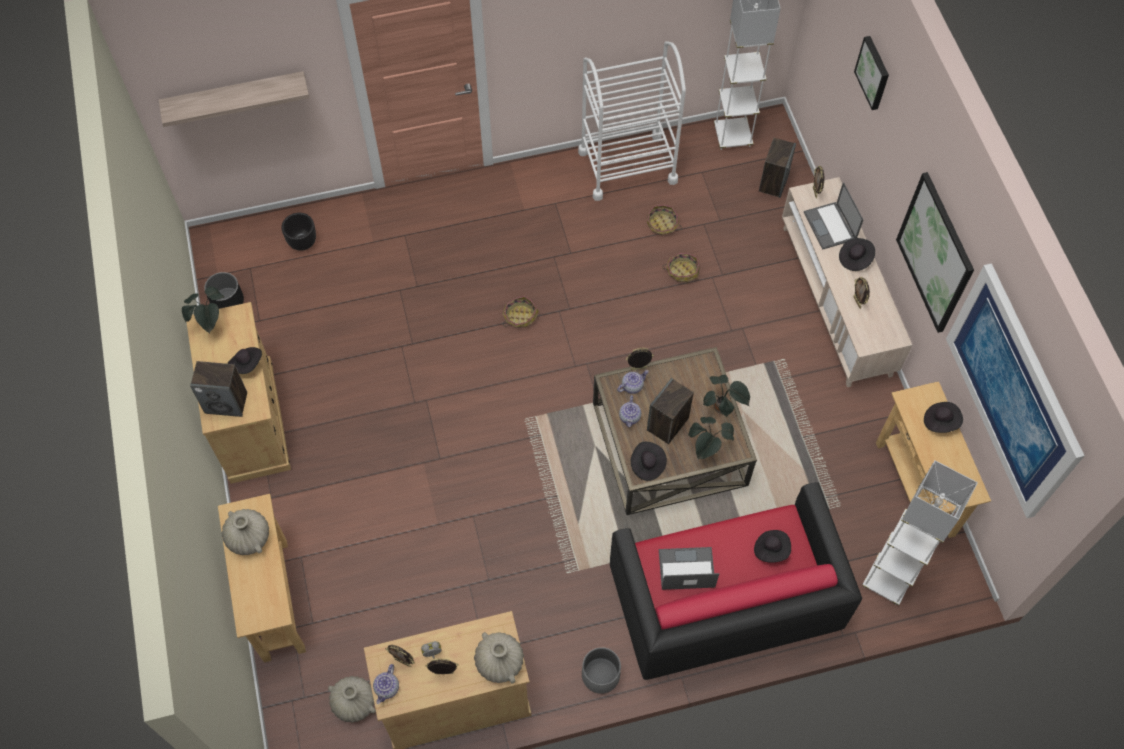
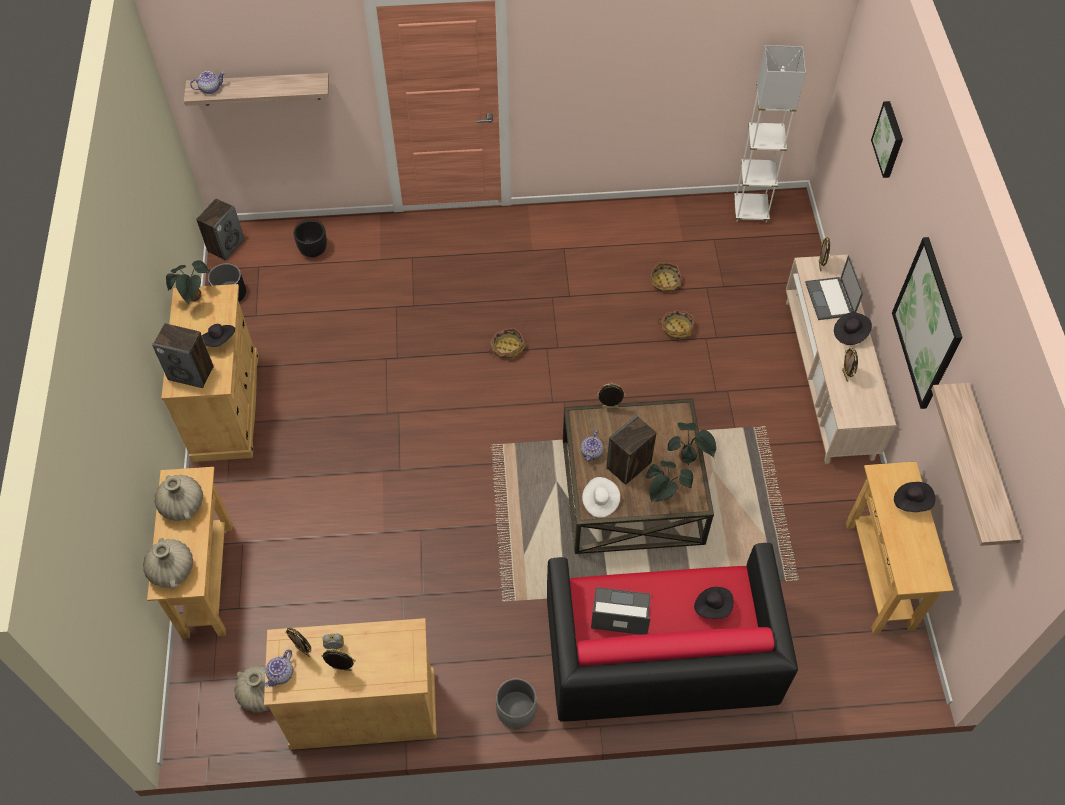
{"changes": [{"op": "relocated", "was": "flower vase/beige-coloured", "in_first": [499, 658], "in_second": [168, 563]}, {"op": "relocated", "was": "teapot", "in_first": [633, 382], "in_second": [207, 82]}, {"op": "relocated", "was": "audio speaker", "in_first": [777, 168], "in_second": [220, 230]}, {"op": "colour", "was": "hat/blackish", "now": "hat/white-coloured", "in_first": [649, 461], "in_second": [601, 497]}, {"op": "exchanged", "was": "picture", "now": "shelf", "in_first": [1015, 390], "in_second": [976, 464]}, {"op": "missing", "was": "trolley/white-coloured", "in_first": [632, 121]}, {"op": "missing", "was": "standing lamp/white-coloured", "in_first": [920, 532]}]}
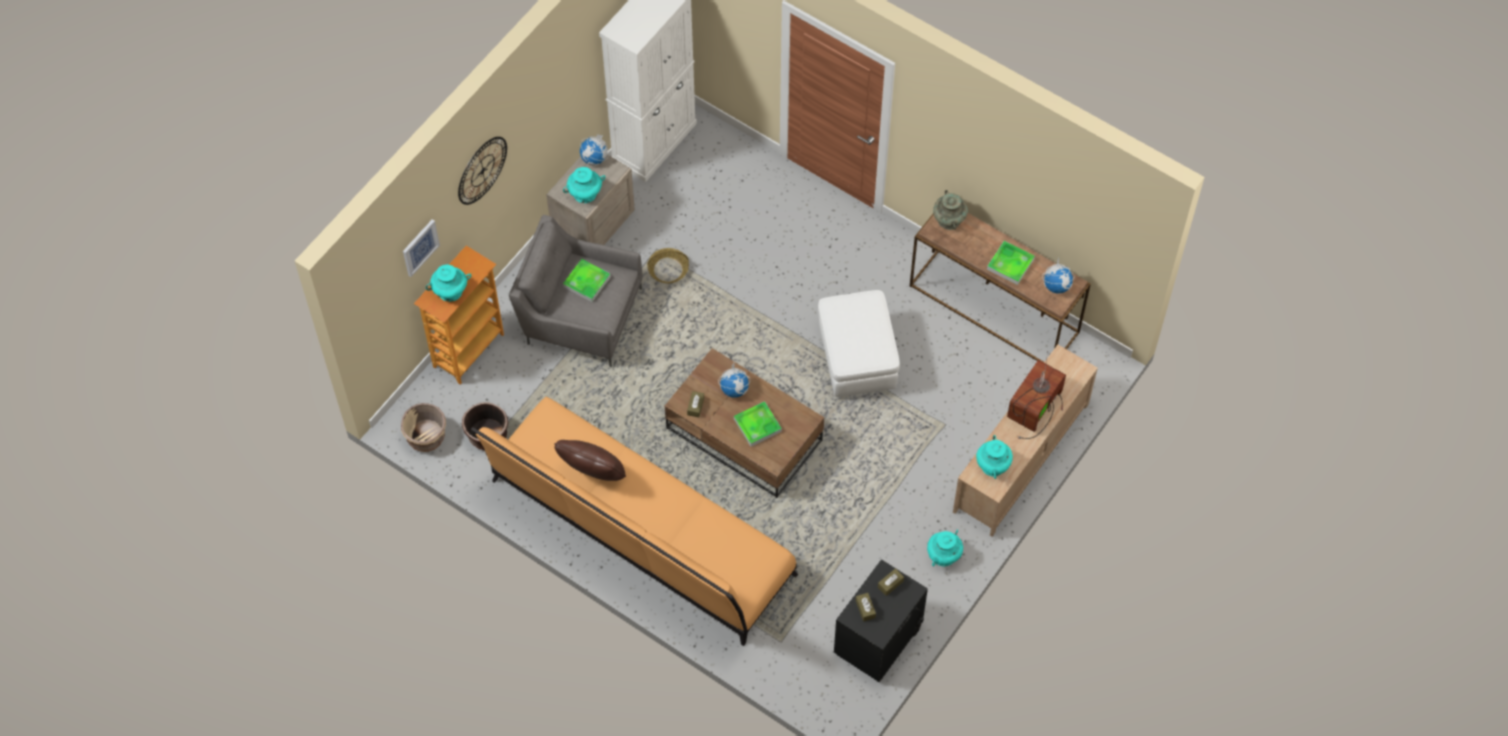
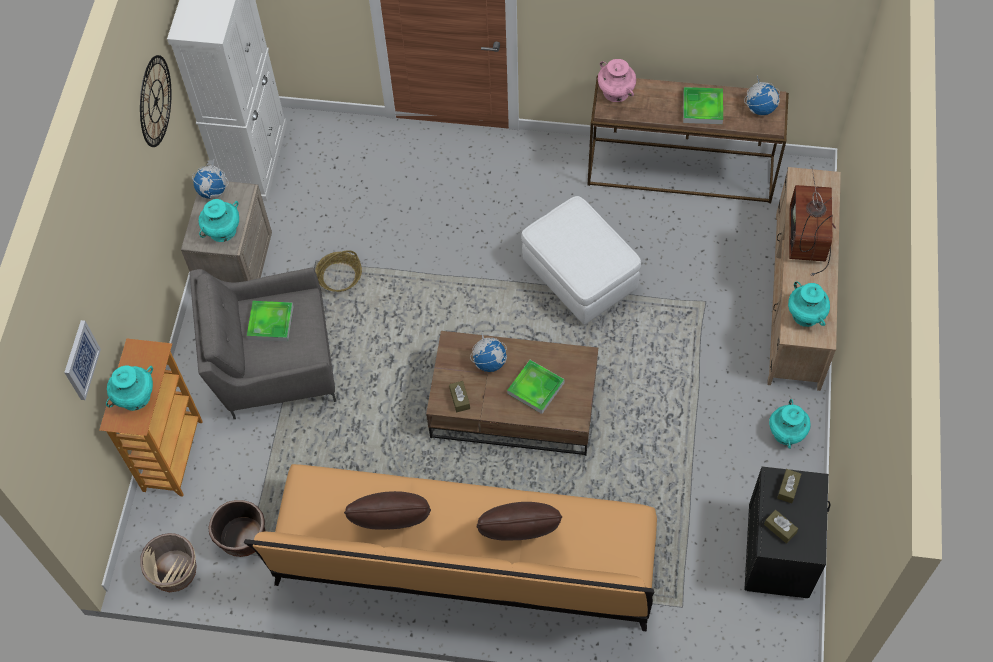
{"changes": [{"op": "relocated", "was": "wall clock", "in_first": [482, 171], "in_second": [155, 101]}, {"op": "appeared", "now": "throw pillow/brownish", "in_second": [519, 521]}, {"op": "colour", "was": "flower vase/turquoise", "now": "flower vase/pink-coloured", "in_first": [950, 210], "in_second": [617, 80]}]}
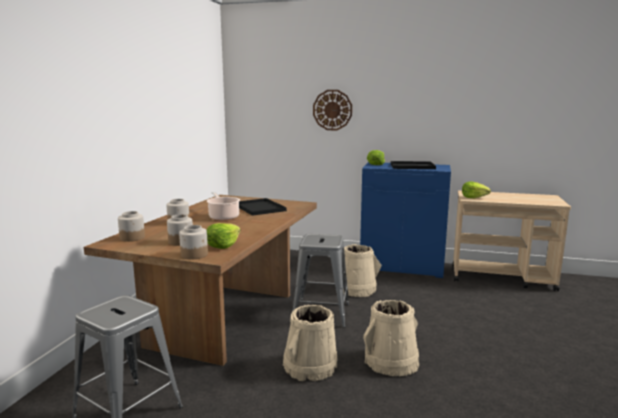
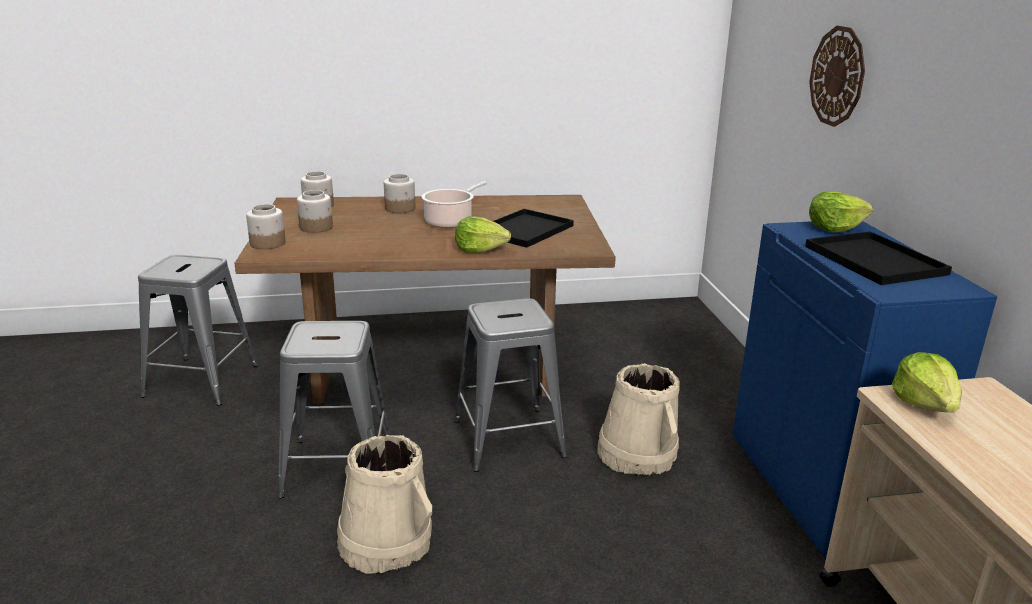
{"changes": [{"op": "exchanged", "was": "bucket/beige-coloured", "now": "stool seat/gray", "in_first": [310, 343], "in_second": [334, 410]}, {"op": "relocated", "was": "head of lettuce", "in_first": [224, 236], "in_second": [483, 234]}]}
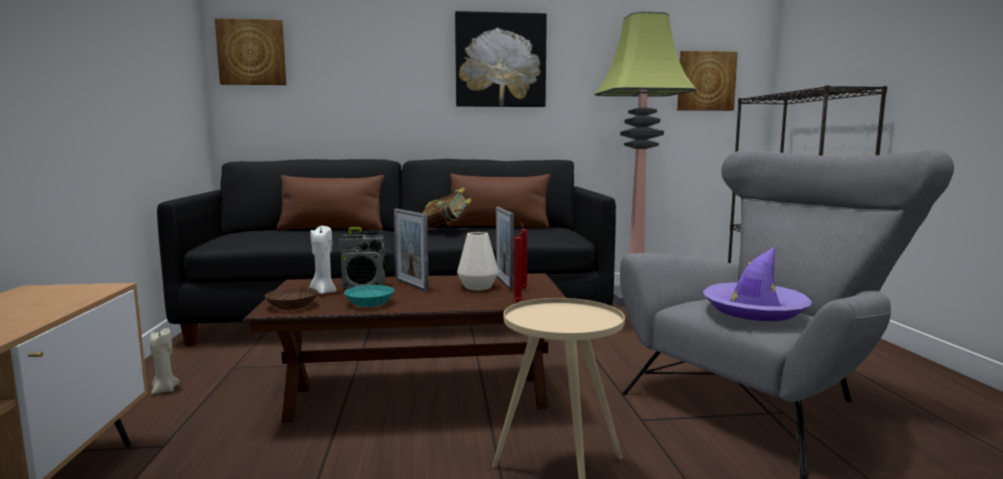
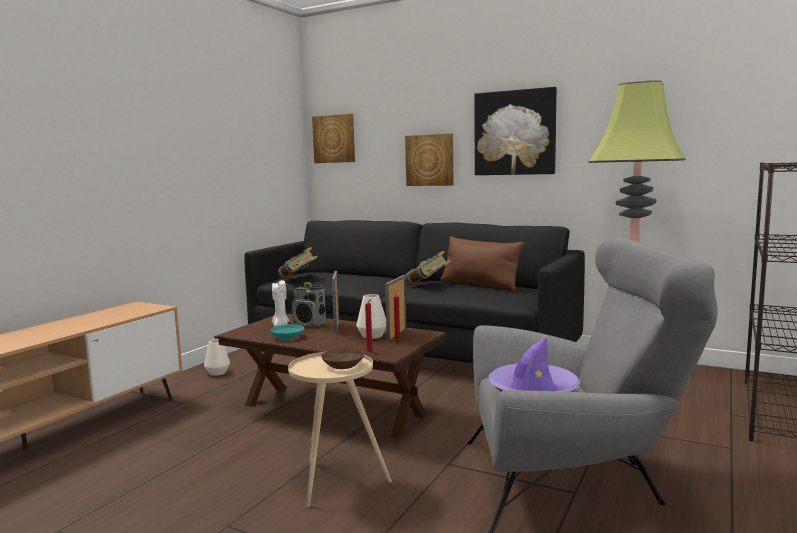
{"changes": [{"op": "exchanged", "was": "wax light/beige-coloured", "now": "flower vase/white-coloured", "in_first": [164, 361], "in_second": [217, 357]}, {"op": "appeared", "now": "volume", "in_second": [297, 263]}, {"op": "relocated", "was": "serving bowl/brownish", "in_first": [291, 298], "in_second": [342, 358]}, {"op": "relocated", "was": "picture", "in_first": [707, 81], "in_second": [429, 159]}, {"op": "missing", "was": "throw pillow/brownish", "in_first": [330, 202]}]}
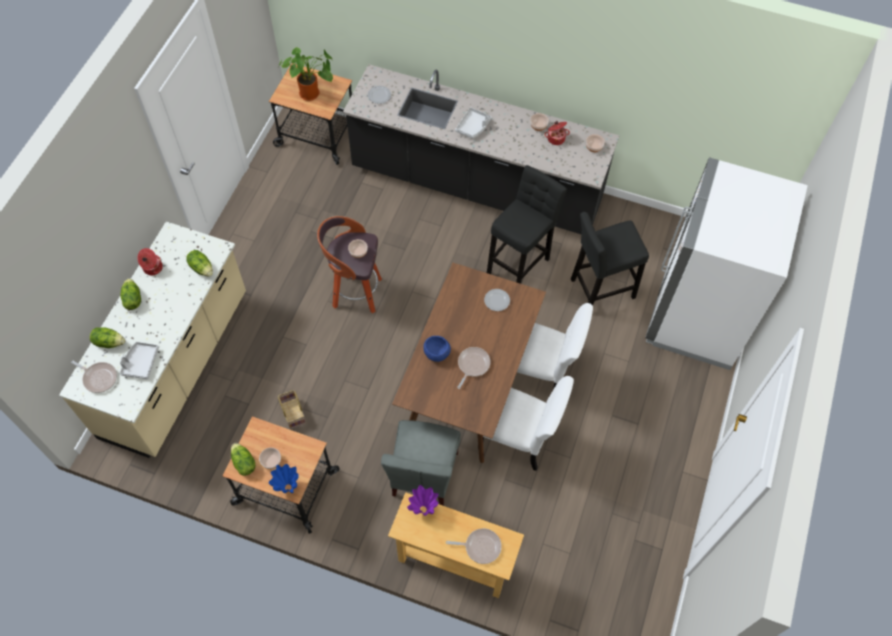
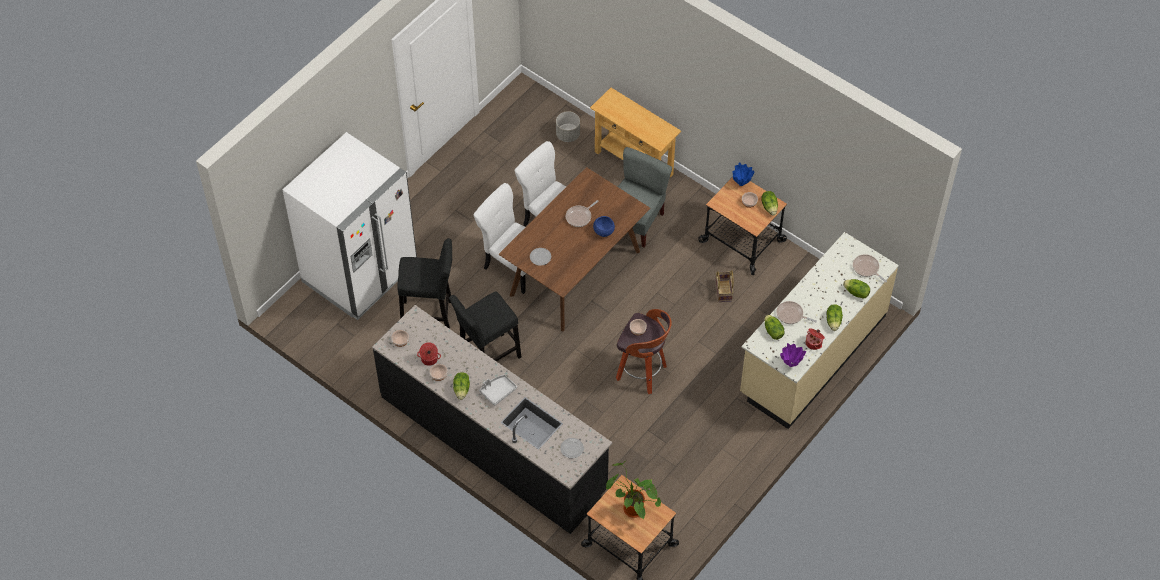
{"changes": [{"op": "appeared", "now": "head of lettuce", "in_second": [461, 386]}, {"op": "appeared", "now": "flower pot/gray", "in_second": [568, 126]}, {"op": "relocated", "was": "skillet", "in_first": [474, 546], "in_second": [796, 312]}, {"op": "relocated", "was": "flower vase/purple-coloured", "in_first": [422, 500], "in_second": [793, 355]}, {"op": "missing", "was": "carrying tray/gray", "in_first": [139, 360]}]}
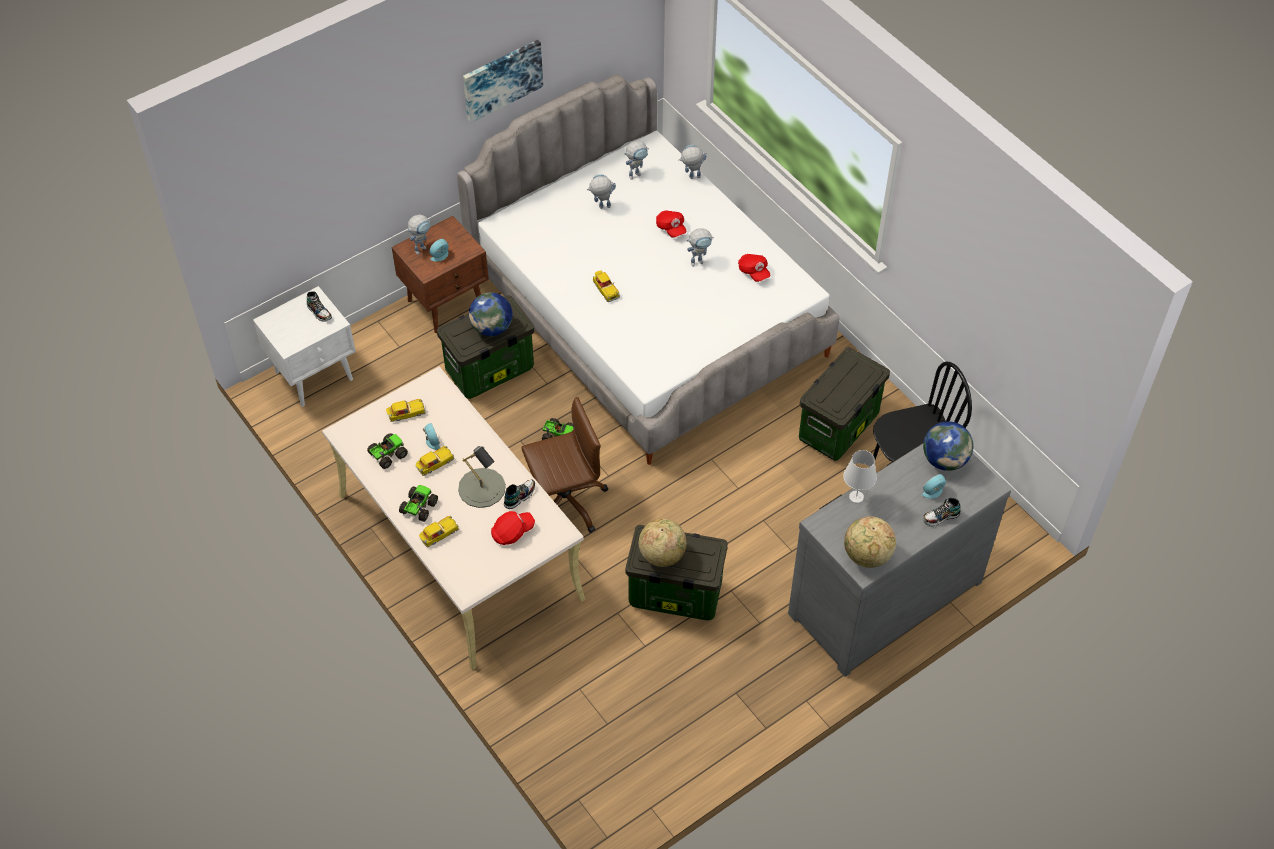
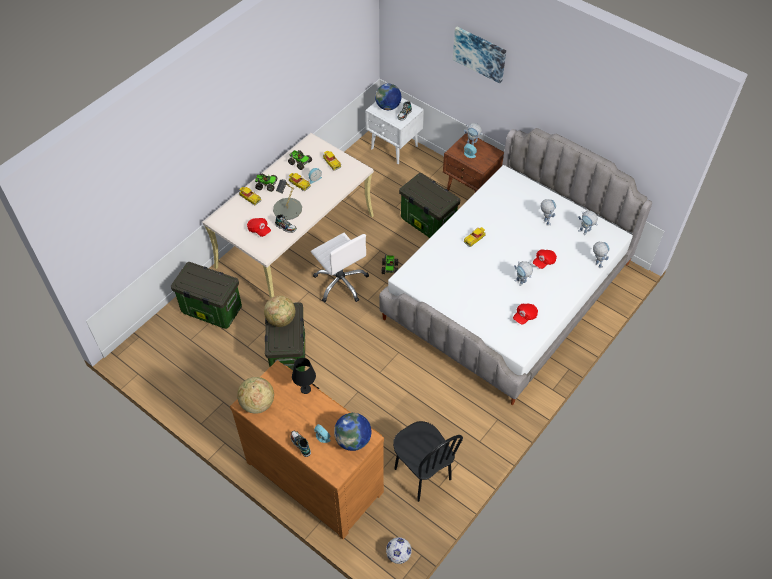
{"changes": [{"op": "relocated", "was": "storage box", "in_first": [844, 404], "in_second": [206, 295]}, {"op": "colour", "was": "dresser/gray", "now": "dresser/brownish", "in_first": [899, 560], "in_second": [307, 449]}, {"op": "colour", "was": "tabletop lamp/white-coloured", "now": "tabletop lamp/blackish", "in_first": [860, 476], "in_second": [304, 376]}, {"op": "colour", "was": "office chair/brownish", "now": "office chair/white-coloured", "in_first": [564, 465], "in_second": [340, 267]}, {"op": "relocated", "was": "desk globe", "in_first": [491, 314], "in_second": [388, 97]}, {"op": "appeared", "now": "football", "in_second": [398, 550]}, {"op": "relocated", "was": "picture", "in_first": [503, 81], "in_second": [479, 55]}]}
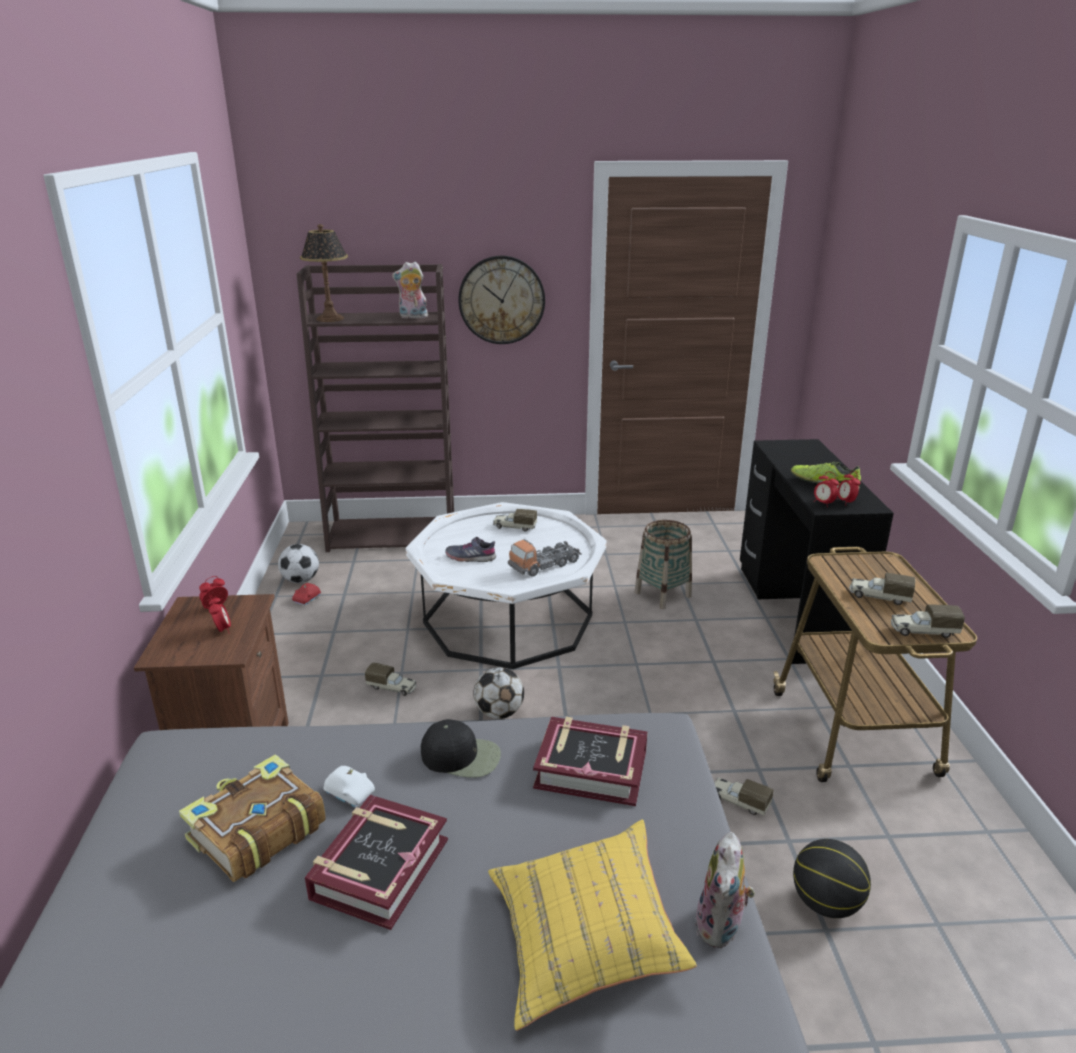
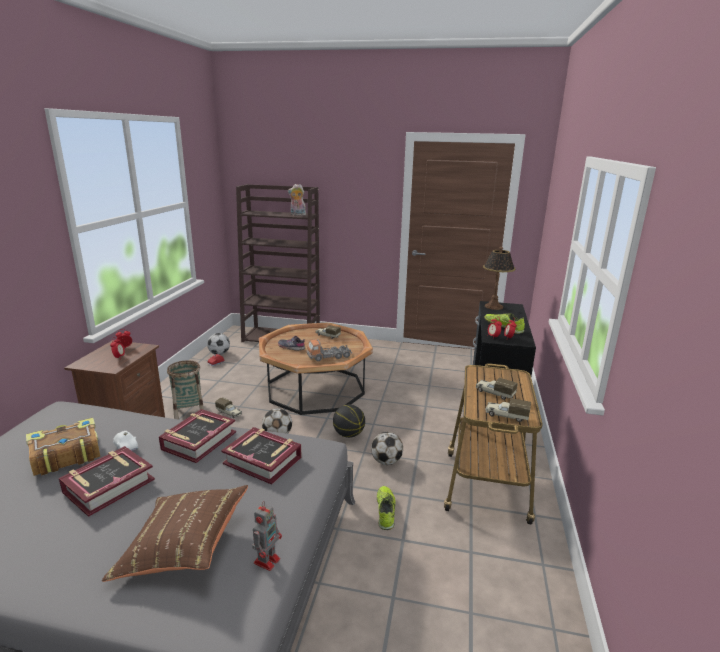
{"changes": [{"op": "colour", "was": "throw pillow/yellowish", "now": "throw pillow/brownish", "in_first": [592, 925], "in_second": [175, 533]}, {"op": "exchanged", "was": "baseball cap/blackish", "now": "volume", "in_first": [461, 748], "in_second": [197, 436]}, {"op": "relocated", "was": "basket", "in_first": [663, 564], "in_second": [185, 390]}, {"op": "exchanged", "was": "cuddly toy", "now": "model robot", "in_first": [725, 890], "in_second": [267, 536]}, {"op": "colour", "was": "lounge table/white-coloured", "now": "lounge table/brownish", "in_first": [506, 585], "in_second": [316, 369]}, {"op": "relocated", "was": "ball for basketball", "in_first": [832, 878], "in_second": [349, 421]}, {"op": "appeared", "now": "football", "in_second": [387, 448]}, {"op": "exchanged", "was": "model truck", "now": "item of footwear", "in_first": [744, 796], "in_second": [386, 508]}, {"op": "relocated", "was": "tabletop lamp", "in_first": [324, 273], "in_second": [499, 278]}, {"op": "missing", "was": "wall clock", "in_first": [501, 300]}]}
